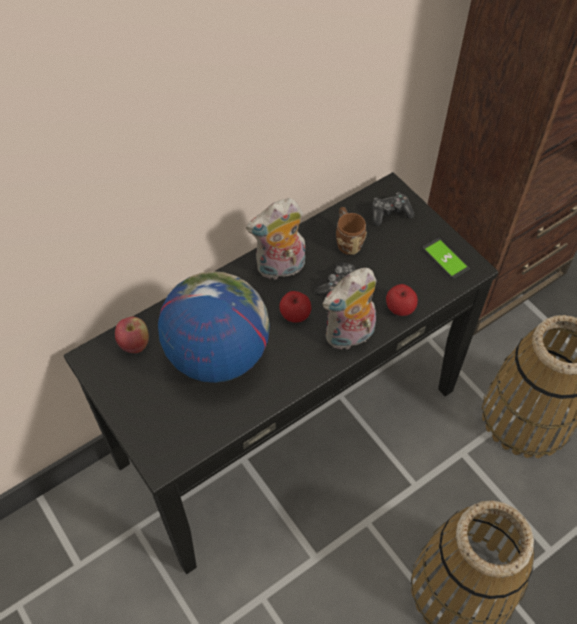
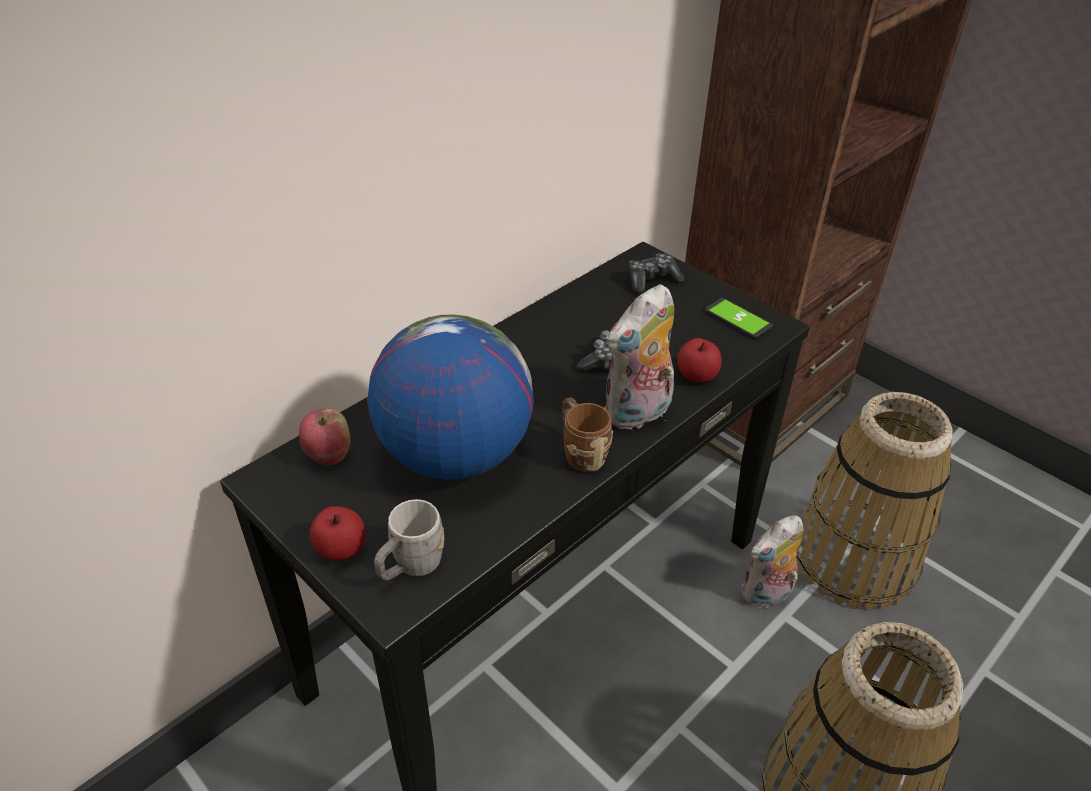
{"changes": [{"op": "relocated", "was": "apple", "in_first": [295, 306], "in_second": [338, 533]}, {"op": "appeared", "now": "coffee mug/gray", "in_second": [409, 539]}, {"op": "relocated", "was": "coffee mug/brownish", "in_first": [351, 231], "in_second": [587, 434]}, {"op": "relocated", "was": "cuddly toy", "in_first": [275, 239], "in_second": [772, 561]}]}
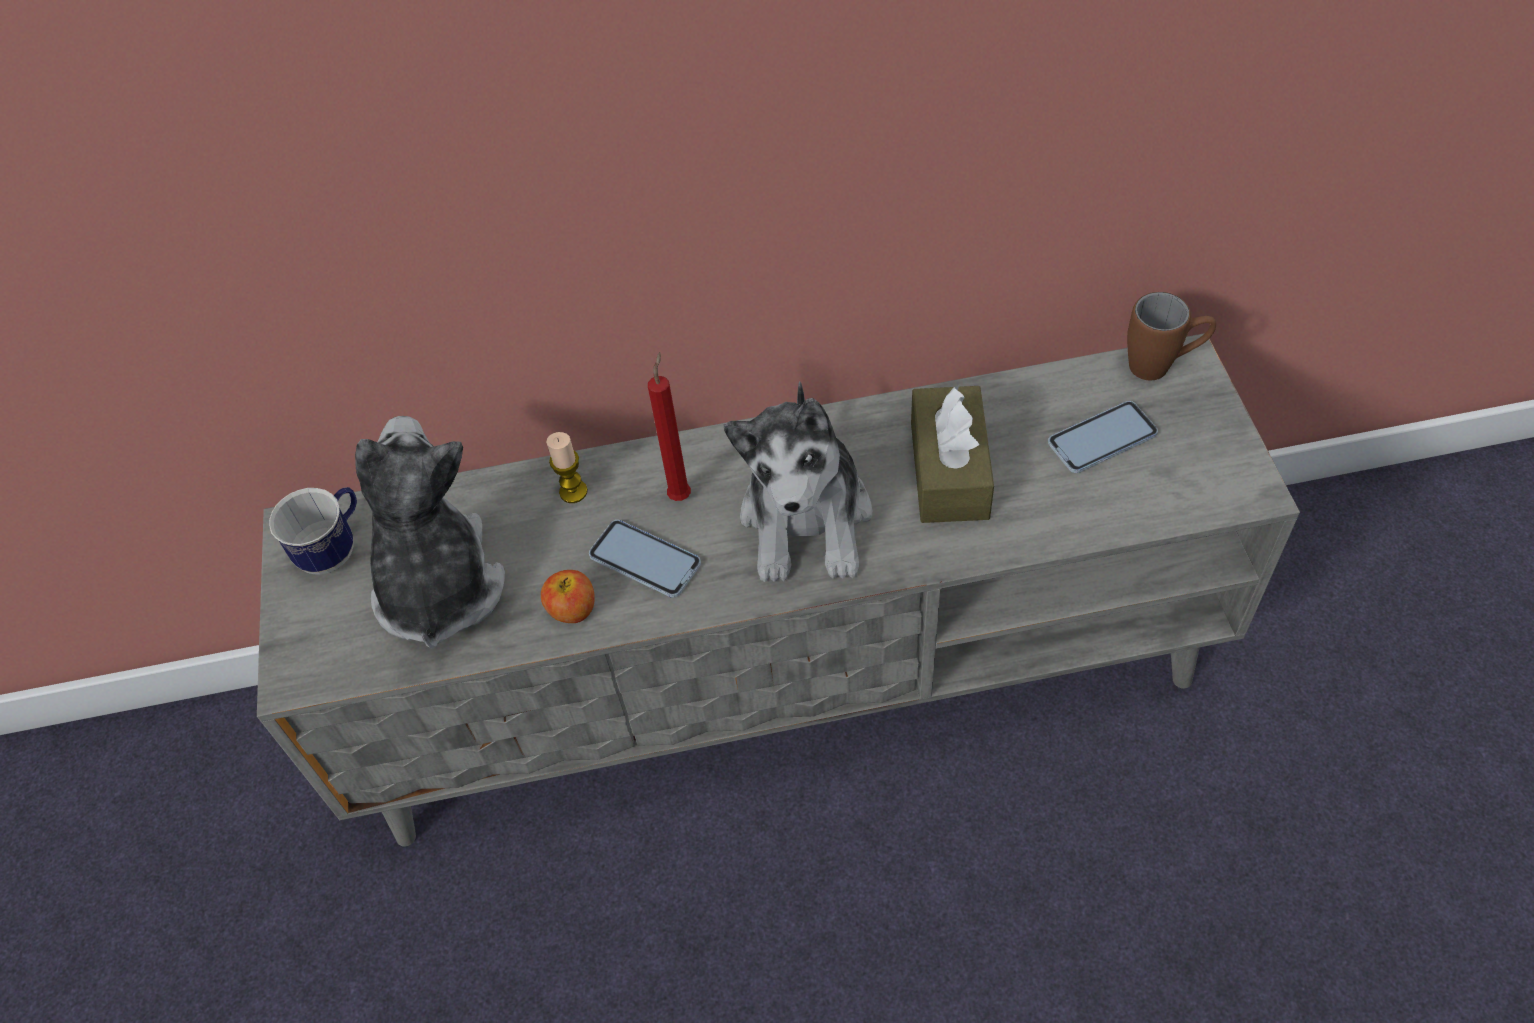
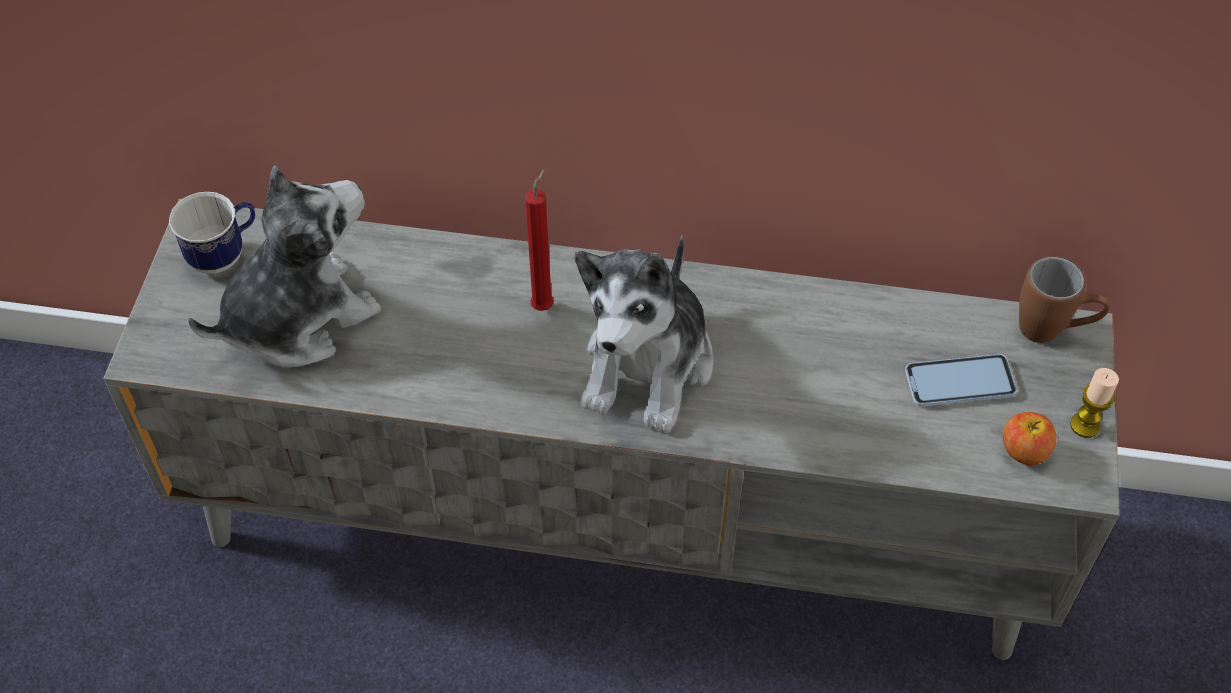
{"changes": [{"op": "spun", "was": "cuddly toy", "in_first": [430, 532], "in_second": [284, 266], "clockwise": 45}, {"op": "relocated", "was": "apple", "in_first": [568, 596], "in_second": [1029, 438]}, {"op": "relocated", "was": "wax light", "in_first": [567, 467], "in_second": [1094, 403]}, {"op": "missing", "was": "handset", "in_first": [645, 559]}, {"op": "missing", "was": "box of tissues/brownish", "in_first": [952, 454]}]}
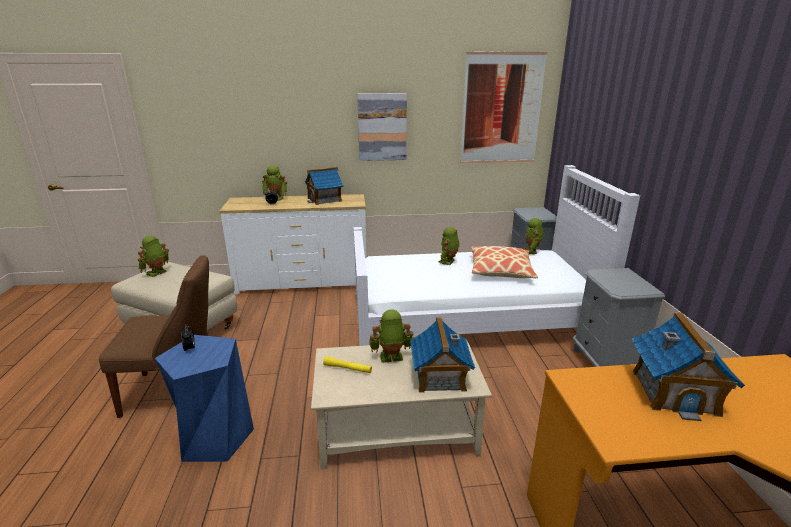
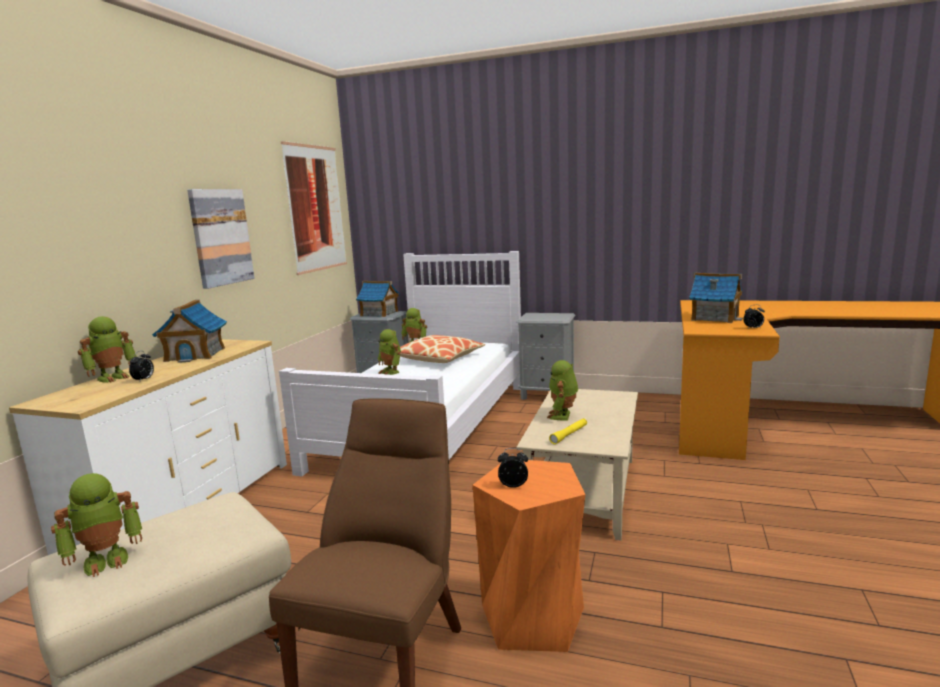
{"changes": [{"op": "spun", "was": "model robot", "in_first": [153, 256], "in_second": [96, 525], "clockwise": -90}, {"op": "relocated", "was": "miniature house", "in_first": [442, 355], "in_second": [378, 299]}, {"op": "colour", "was": "stool seat/blue-coloured", "now": "stool seat/orange-coloured", "in_first": [204, 398], "in_second": [529, 556]}, {"op": "appeared", "now": "bedside clock", "in_second": [754, 316]}]}
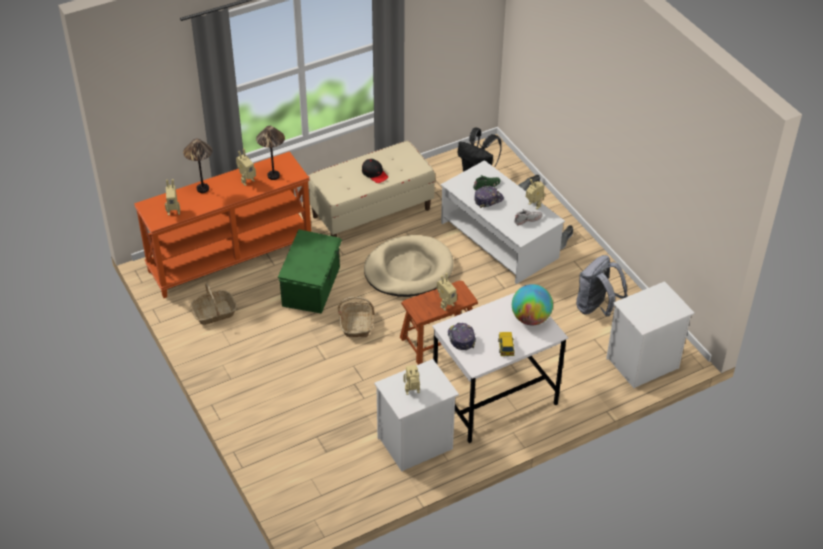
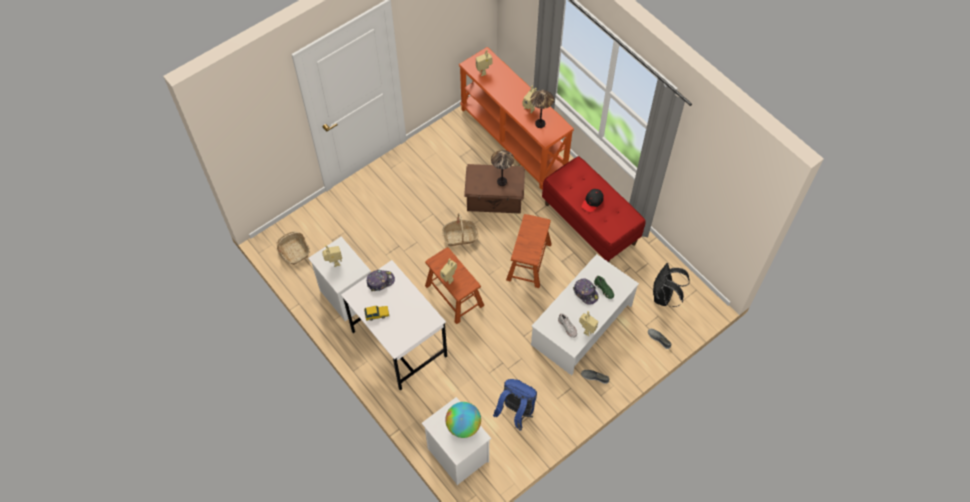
{"changes": [{"op": "relocated", "was": "basket", "in_first": [213, 304], "in_second": [293, 248]}, {"op": "relocated", "was": "desk globe", "in_first": [532, 304], "in_second": [463, 420]}, {"op": "colour", "was": "storage box/greenish", "now": "storage box/brownish", "in_first": [310, 271], "in_second": [494, 189]}, {"op": "relocated", "was": "tabletop lamp", "in_first": [197, 166], "in_second": [502, 168]}, {"op": "colour", "was": "knapsack/gray", "now": "knapsack/blue-coloured", "in_first": [602, 286], "in_second": [515, 405]}, {"op": "exchanged", "was": "dog bed/beige-coloured", "now": "stool seat/brownish", "in_first": [409, 266], "in_second": [529, 251]}, {"op": "colour", "was": "bench/beige-coloured", "now": "bench/reddish", "in_first": [371, 189], "in_second": [594, 209]}]}
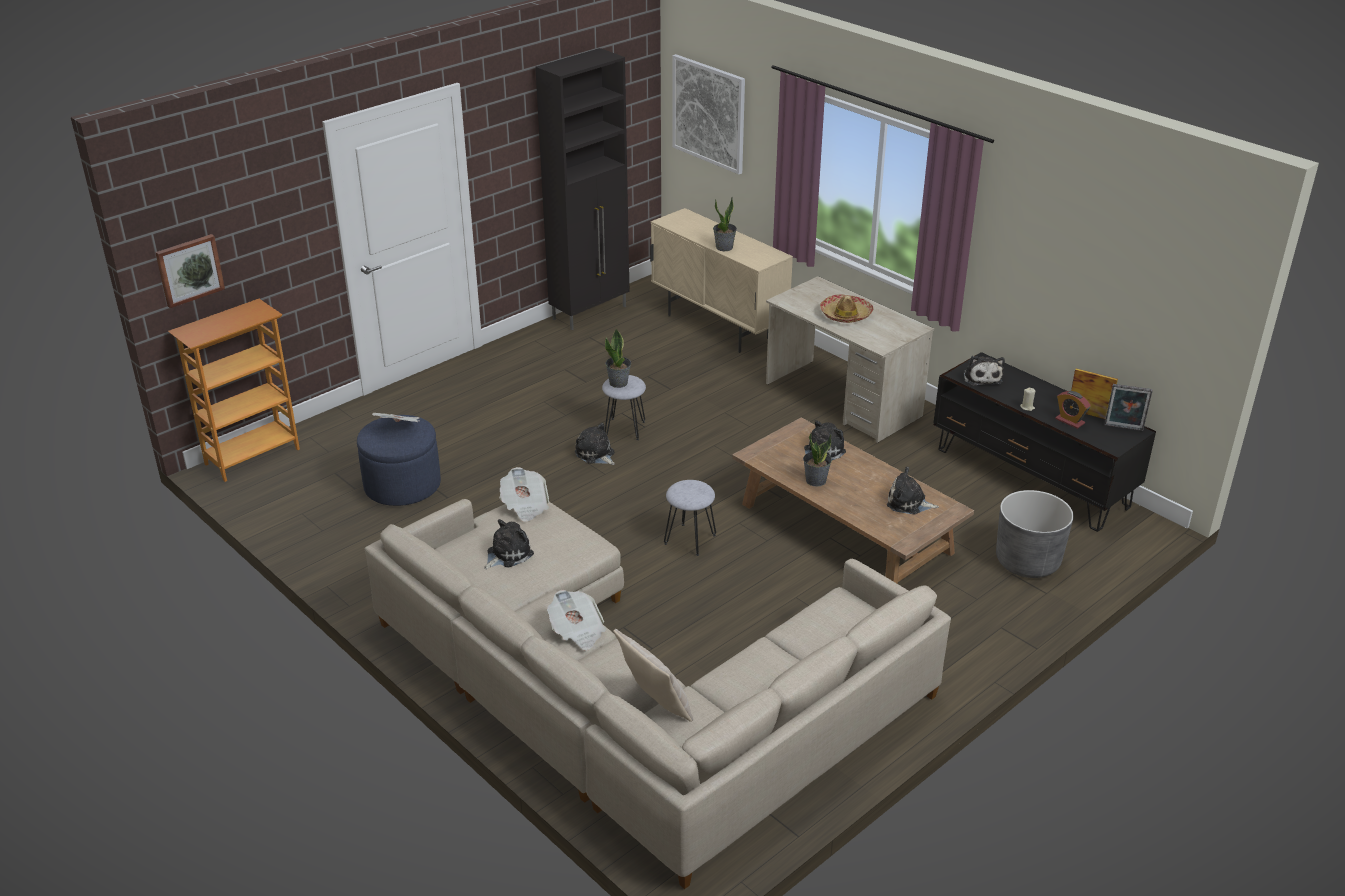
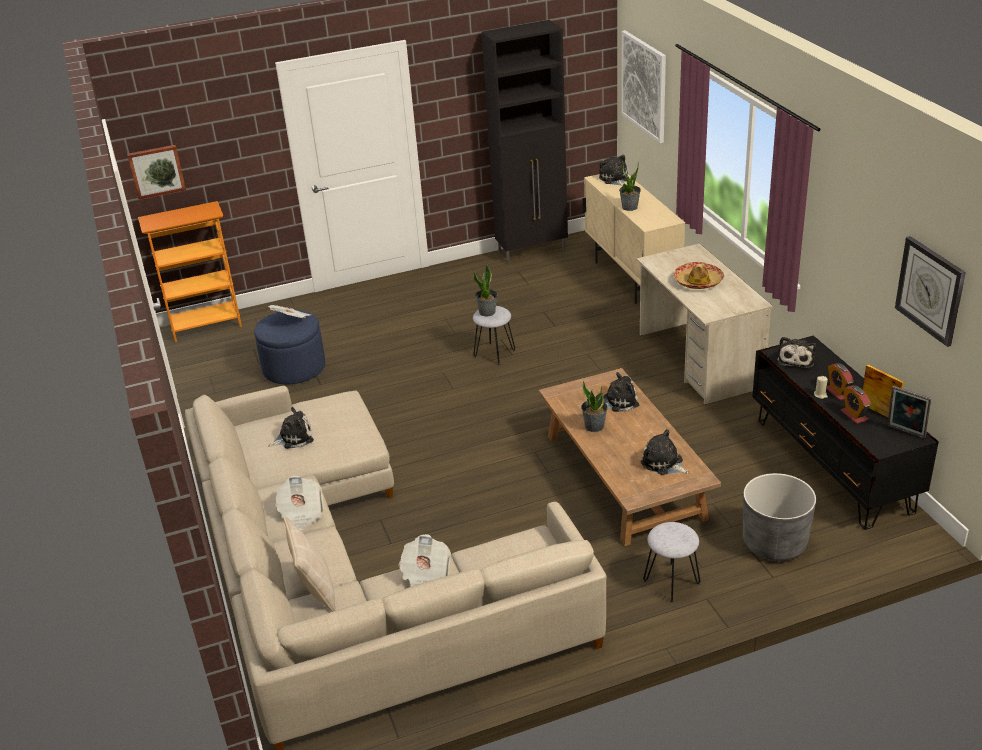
{"changes": [{"op": "relocated", "was": "newspaper", "in_first": [524, 494], "in_second": [425, 560]}, {"op": "relocated", "was": "cuddly toy", "in_first": [595, 444], "in_second": [614, 171]}, {"op": "relocated", "was": "stool seat/gray", "in_first": [690, 518], "in_second": [671, 562]}, {"op": "appeared", "now": "bedside clock", "in_second": [840, 382]}, {"op": "appeared", "now": "wall clock", "in_second": [930, 291]}]}
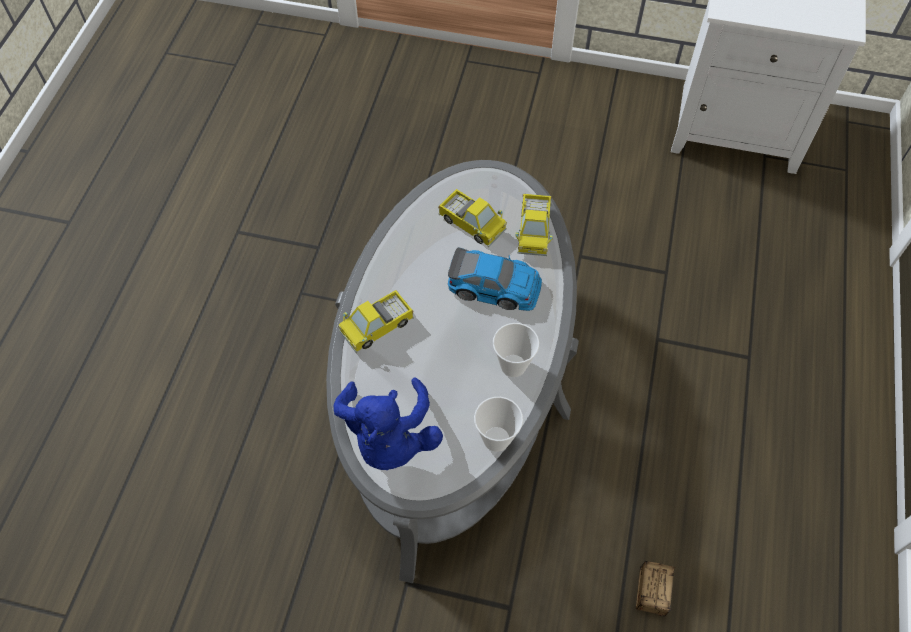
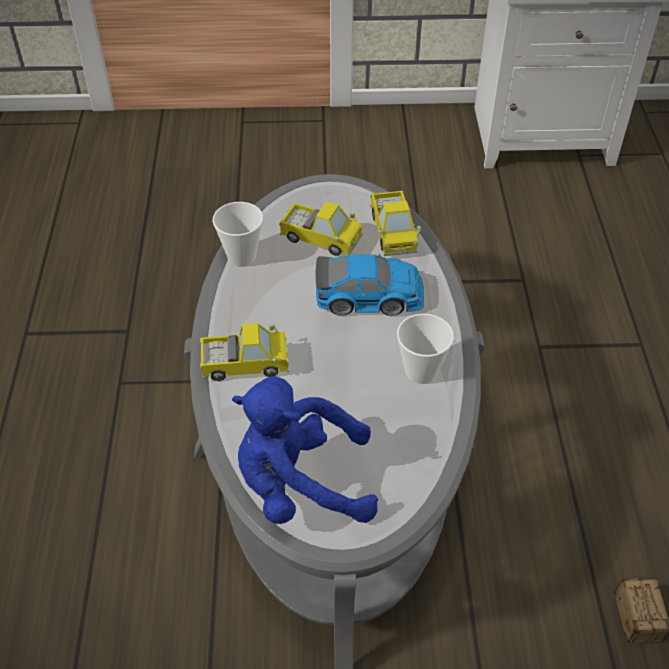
{"changes": [{"op": "spun", "was": "model truck", "in_first": [376, 321], "in_second": [244, 352], "clockwise": -135}, {"op": "relocated", "was": "drinking cup", "in_first": [498, 424], "in_second": [237, 234]}, {"op": "spun", "was": "cuddly toy/blue-coloured", "in_first": [388, 424], "in_second": [305, 450], "clockwise": 105}]}
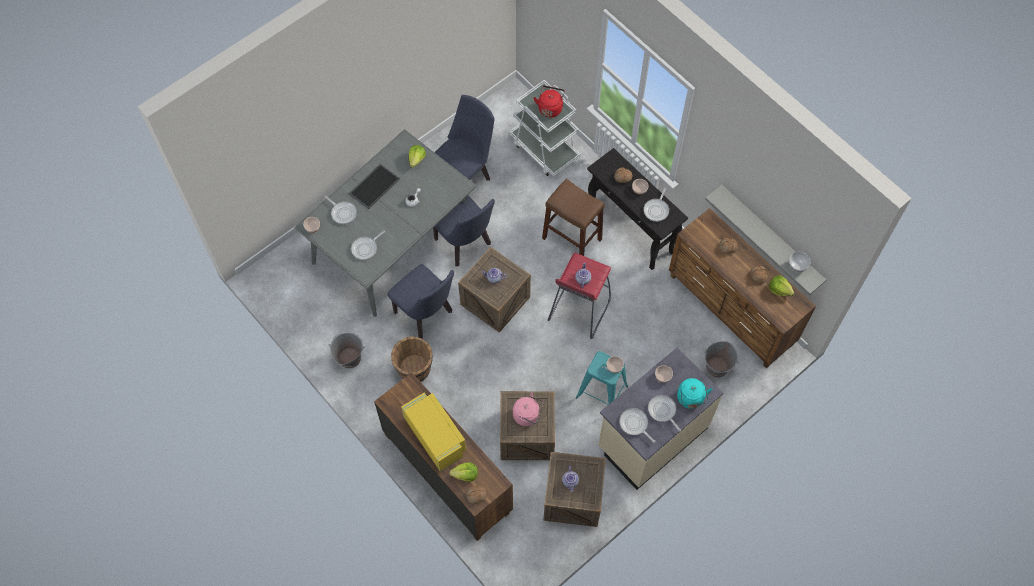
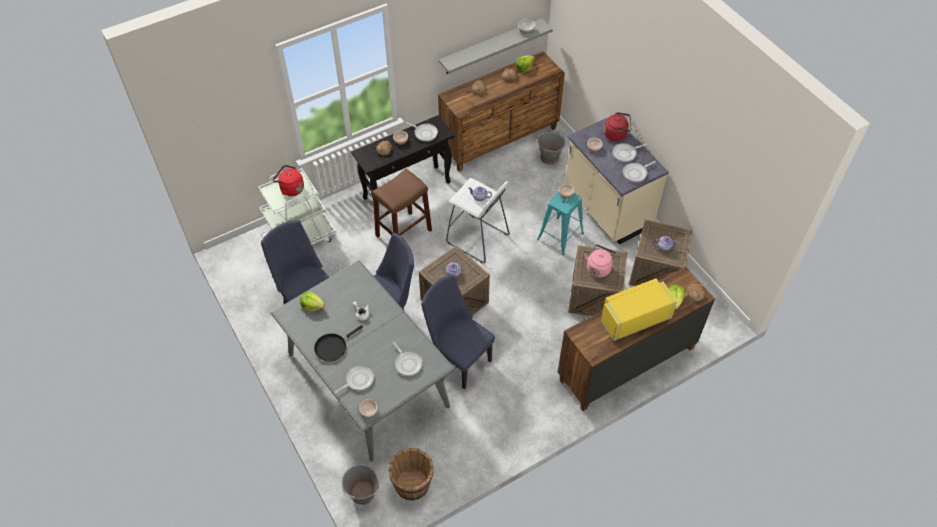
{"changes": [{"op": "exchanged", "was": "carrying tray", "now": "skillet/blackish", "in_first": [374, 186], "in_second": [338, 343]}, {"op": "relocated", "was": "bucket/gray", "in_first": [346, 350], "in_second": [360, 484]}, {"op": "relocated", "was": "bucket/brownish", "in_first": [412, 359], "in_second": [411, 474]}, {"op": "spun", "was": "chair/blue-coloured", "in_first": [421, 301], "in_second": [458, 331], "clockwise": -105}, {"op": "colour", "was": "stool seat/reddish", "now": "stool seat/white-coloured", "in_first": [579, 296], "in_second": [478, 221]}, {"op": "colour", "was": "tea kettle/turquoise", "now": "tea kettle/reddish", "in_first": [694, 393], "in_second": [617, 127]}]}
